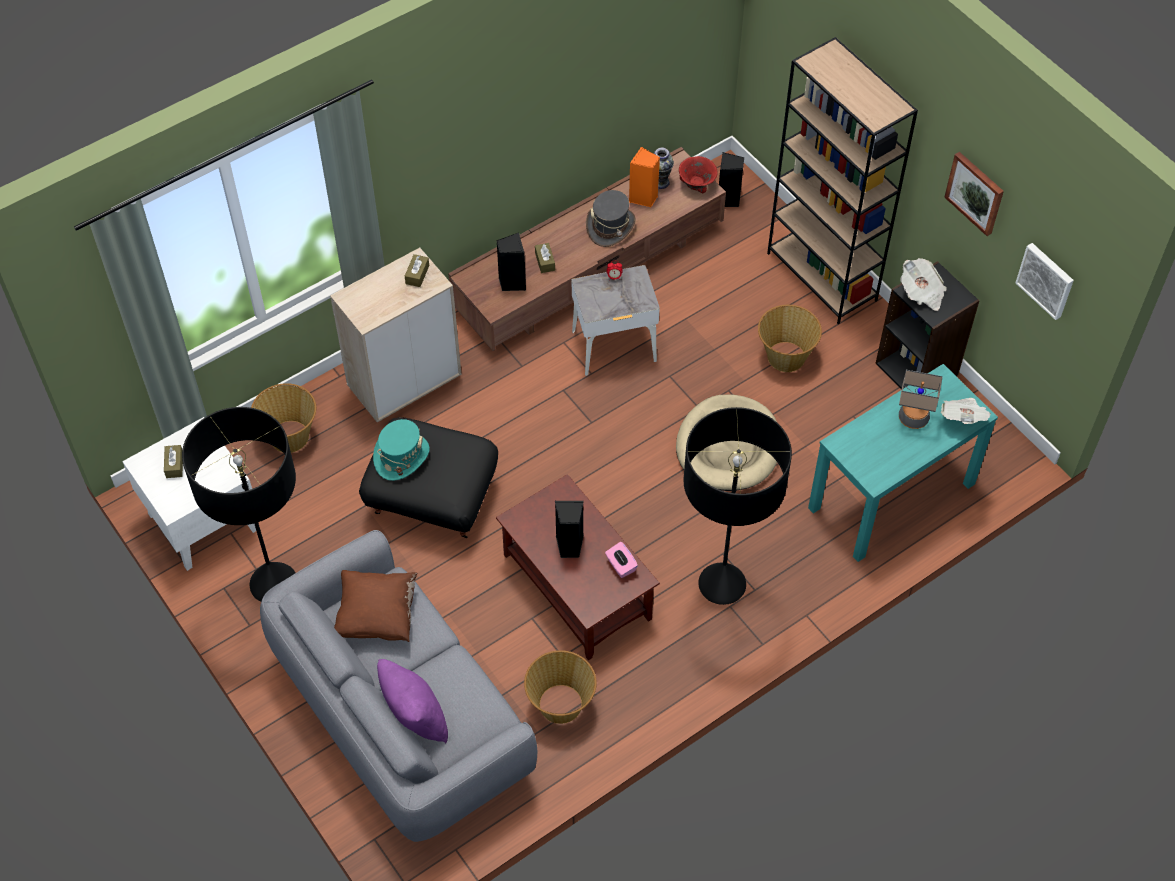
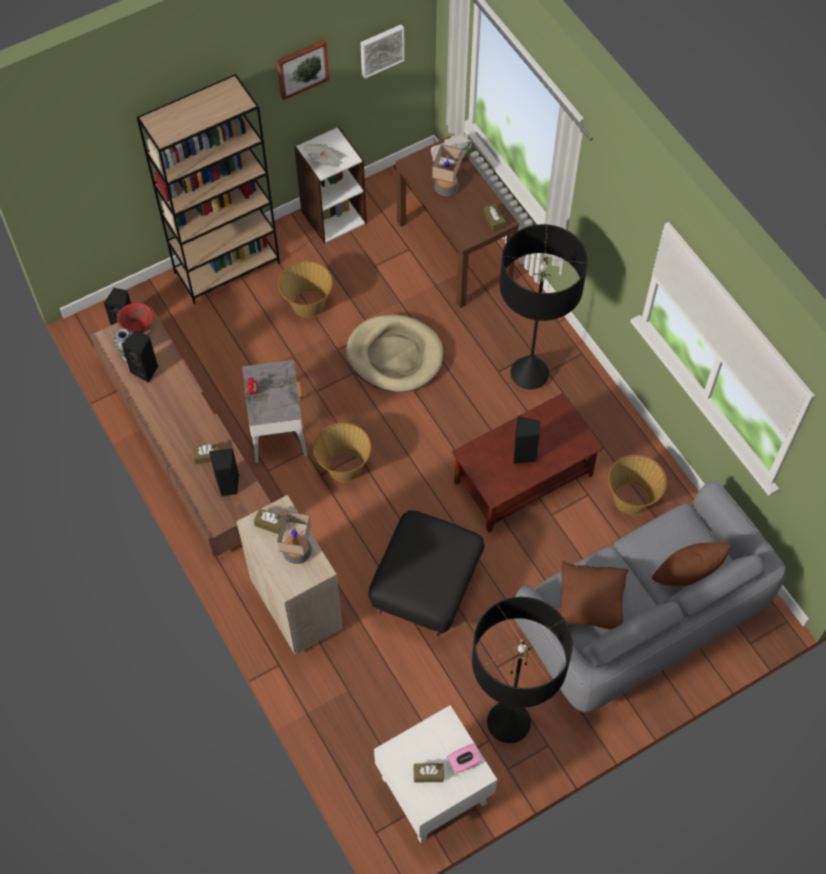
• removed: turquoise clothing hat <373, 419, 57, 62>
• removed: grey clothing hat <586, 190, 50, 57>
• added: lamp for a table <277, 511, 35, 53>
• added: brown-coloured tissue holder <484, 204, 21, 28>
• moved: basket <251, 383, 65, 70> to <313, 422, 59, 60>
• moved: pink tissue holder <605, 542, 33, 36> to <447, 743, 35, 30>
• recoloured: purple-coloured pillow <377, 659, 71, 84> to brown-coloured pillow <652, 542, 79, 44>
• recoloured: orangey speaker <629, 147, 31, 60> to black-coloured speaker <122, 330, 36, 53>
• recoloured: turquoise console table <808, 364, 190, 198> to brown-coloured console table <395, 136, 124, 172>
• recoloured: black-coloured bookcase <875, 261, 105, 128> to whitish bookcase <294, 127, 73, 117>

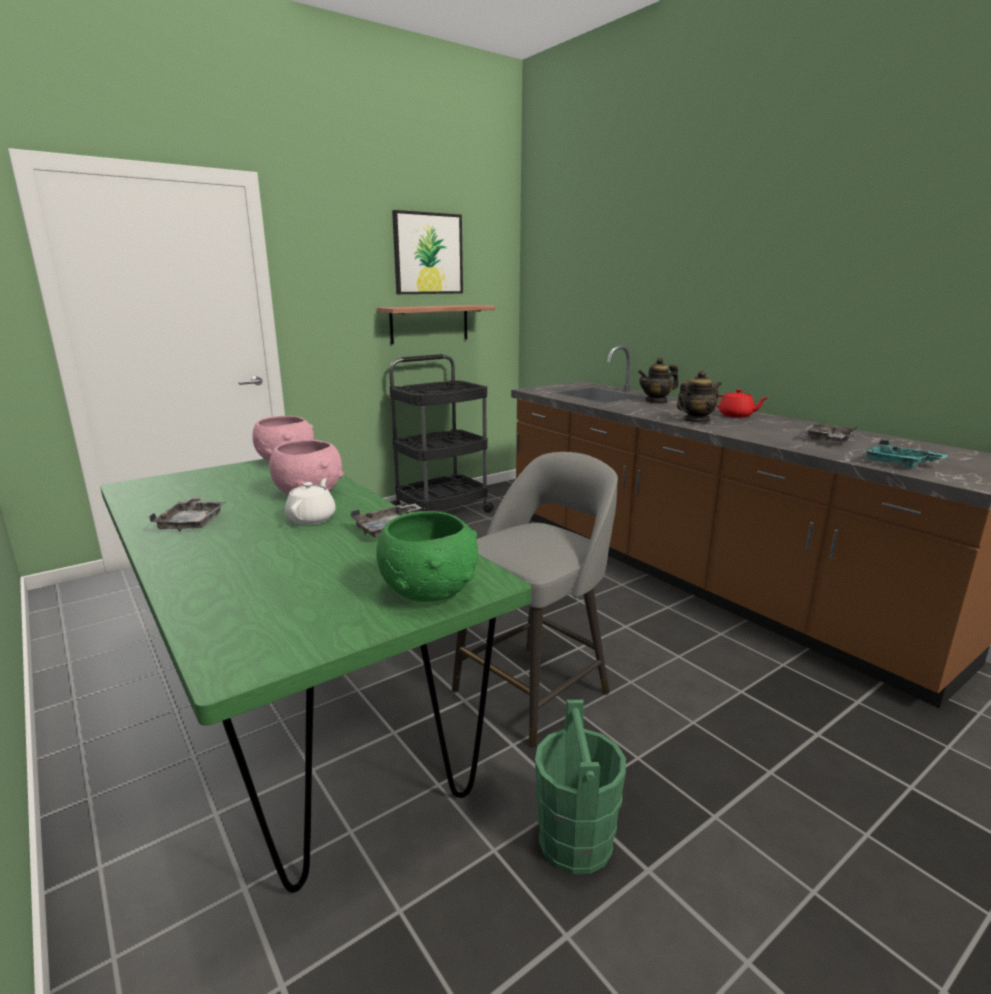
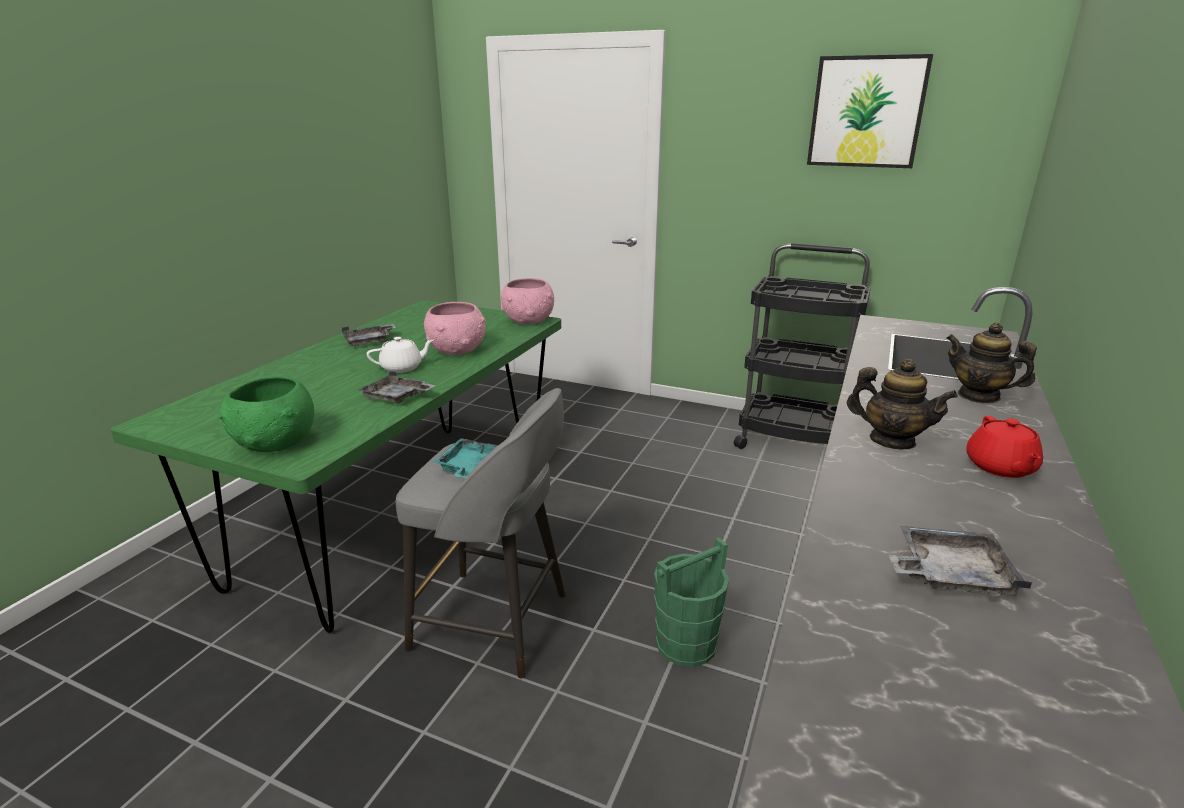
• removed: wall shelf <376, 305, 119, 39>
• moved: green-coloured water bucket <535, 700, 91, 174> to <654, 537, 75, 130>
• moved: turquoise carrying tray <863, 440, 86, 28> to <433, 438, 65, 40>

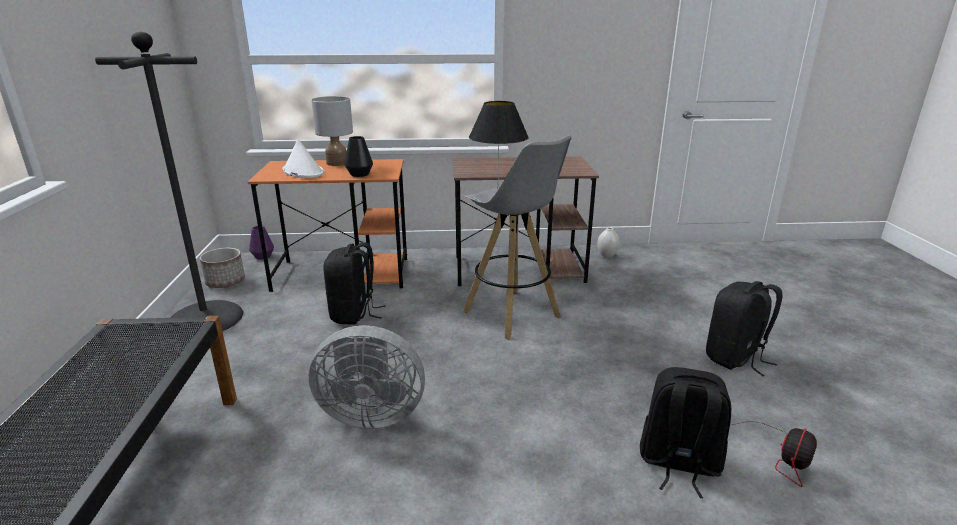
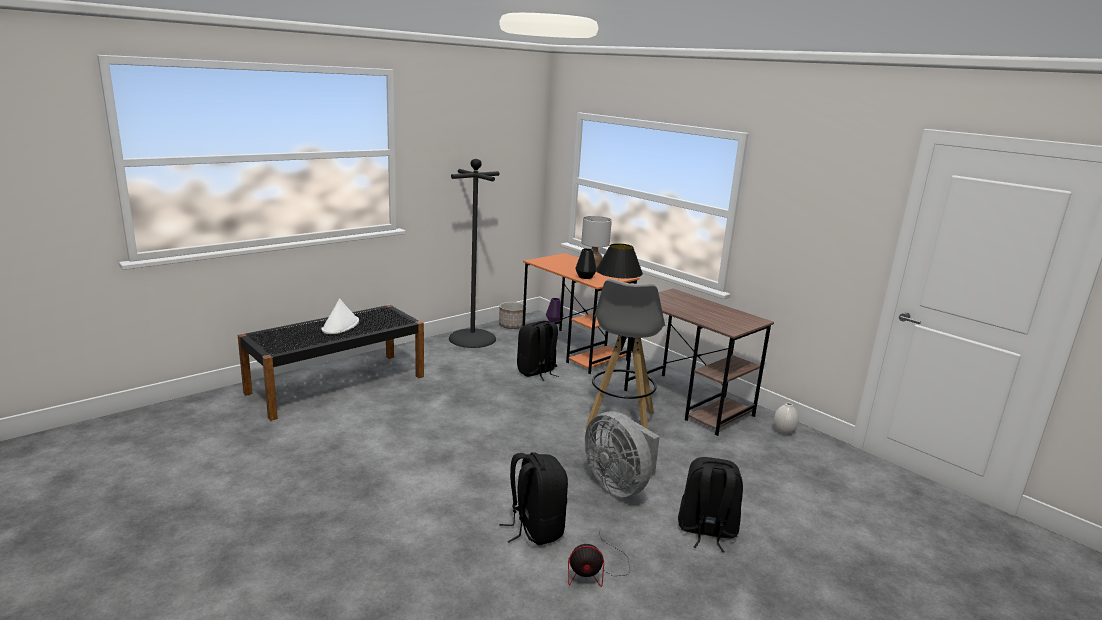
• moved: whitish clothing hat <282, 138, 42, 40> to <321, 298, 38, 36>
• moved: grey electric fan <309, 325, 116, 104> to <585, 411, 75, 86>

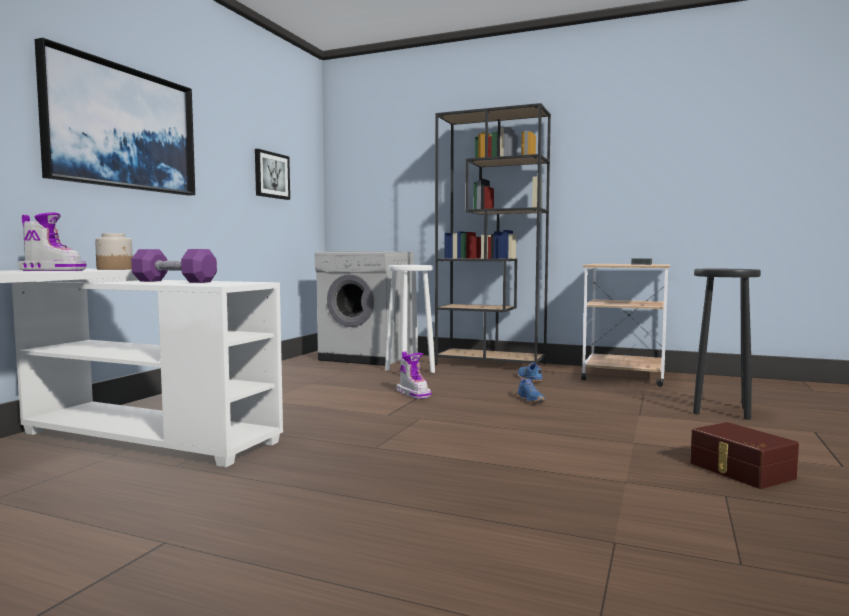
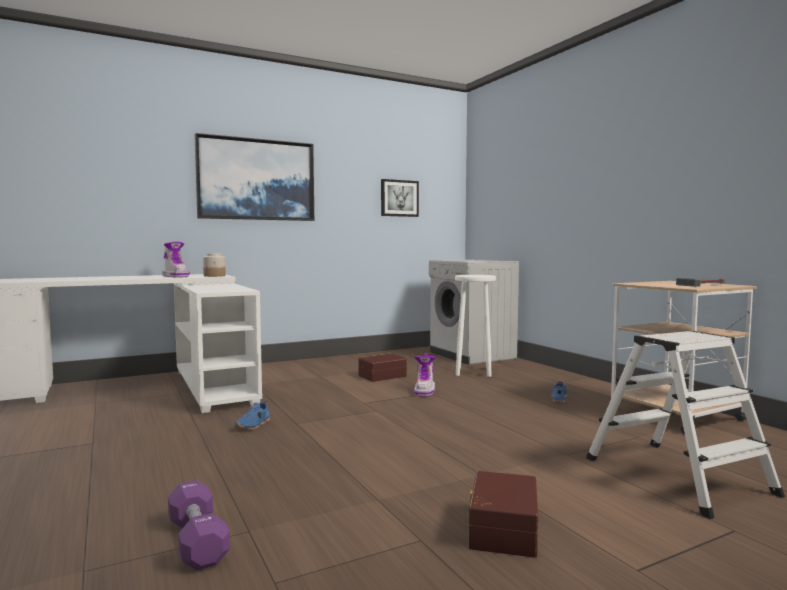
• removed: bookcase <435, 103, 116, 262>
• added: brown-coloured storage container <358, 353, 49, 29>
• moved: purple-coloured free weight <131, 249, 86, 34> to <168, 480, 62, 90>
• moved: blue item of footwear <517, 377, 28, 26> to <235, 400, 35, 30>
• replaced: black-coloured stool <693, 269, 68, 151> to whitish stepladder <586, 330, 199, 189>

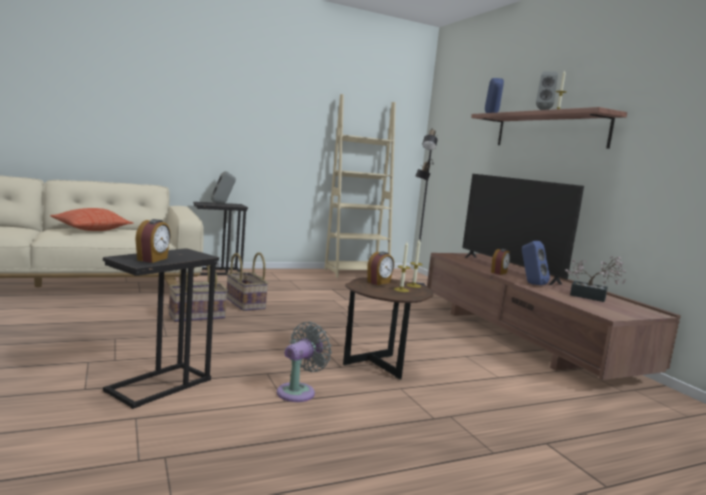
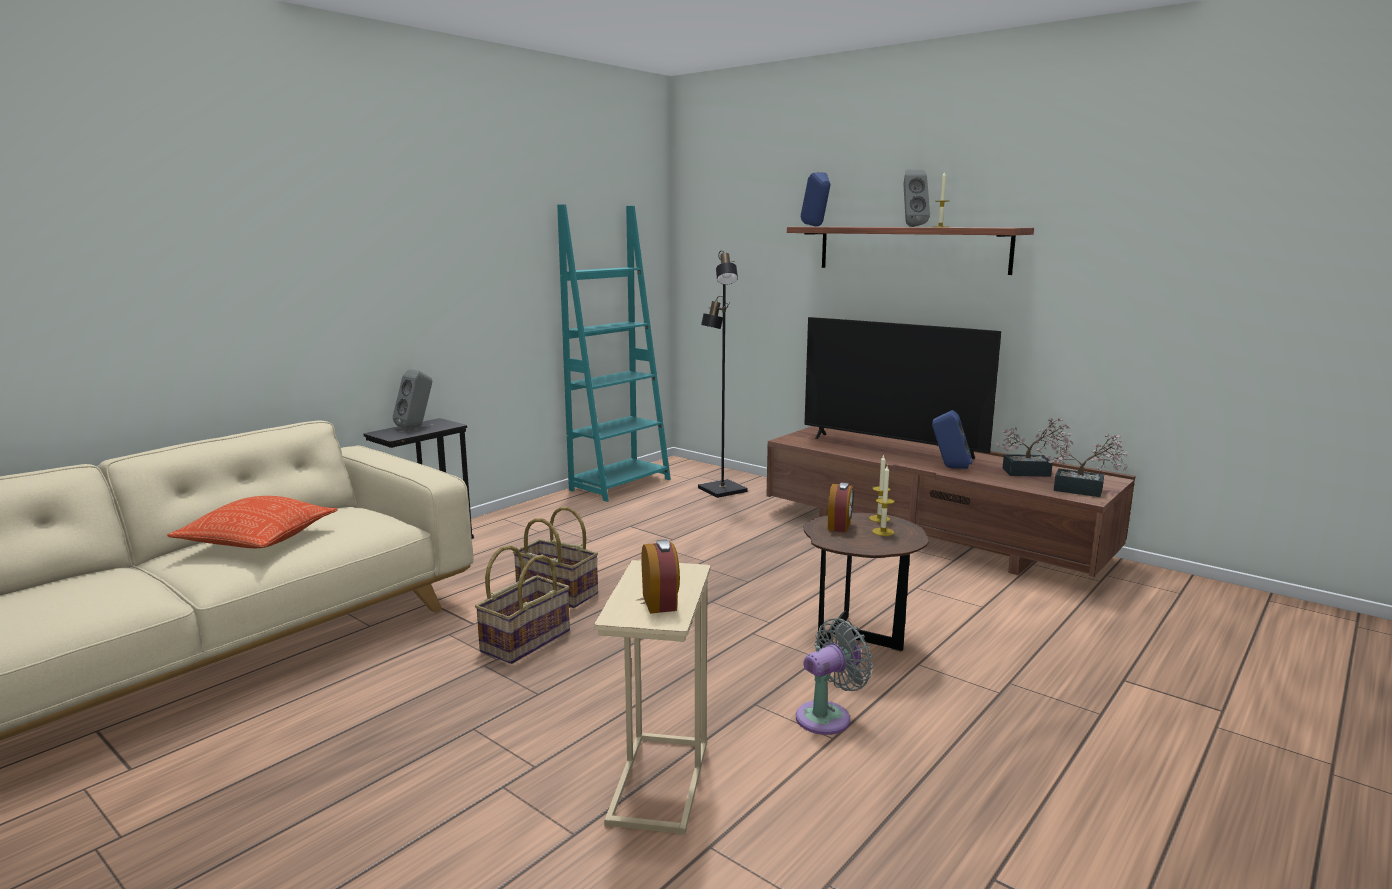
• removed: table clock <491, 249, 19, 26>
• added: houseplant <1045, 434, 83, 63>
• recoloured: black-coloured side table <103, 248, 116, 161> to beige side table <594, 560, 117, 275>
• recoloured: beige bookcase <324, 94, 72, 184> to turquoise bookcase <557, 204, 114, 298>
• turned: grey electric fan <277, 322, 55, 80> = <796, 618, 77, 117> 45 degrees clockwise

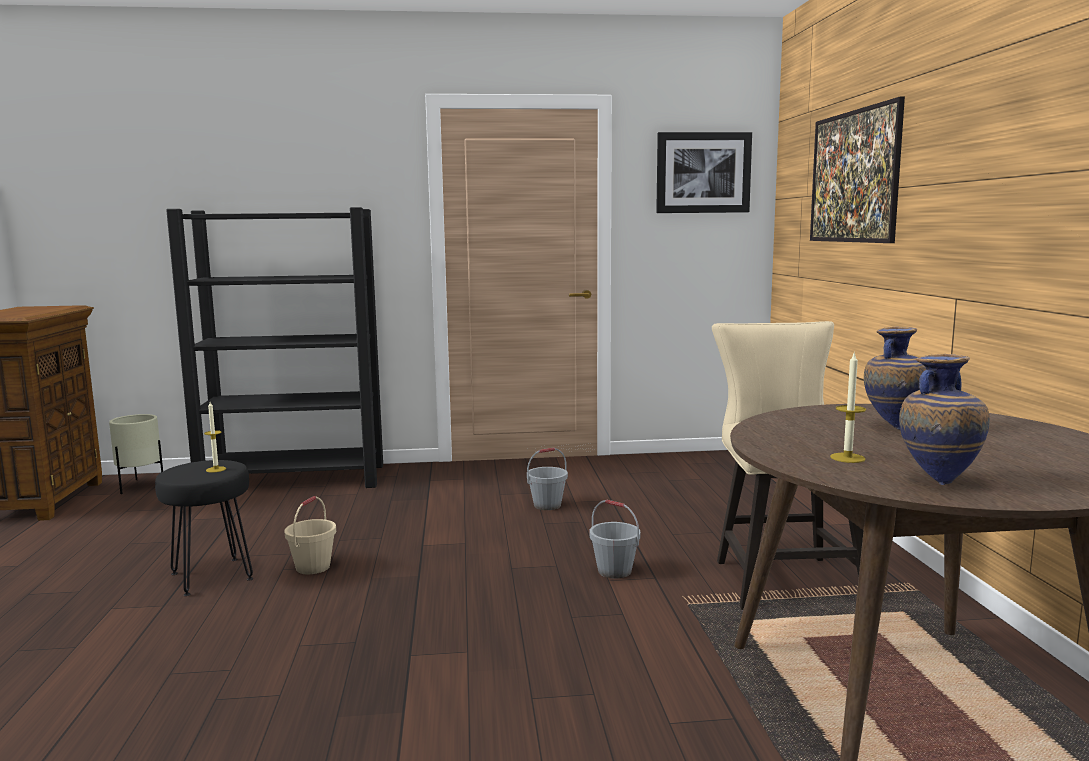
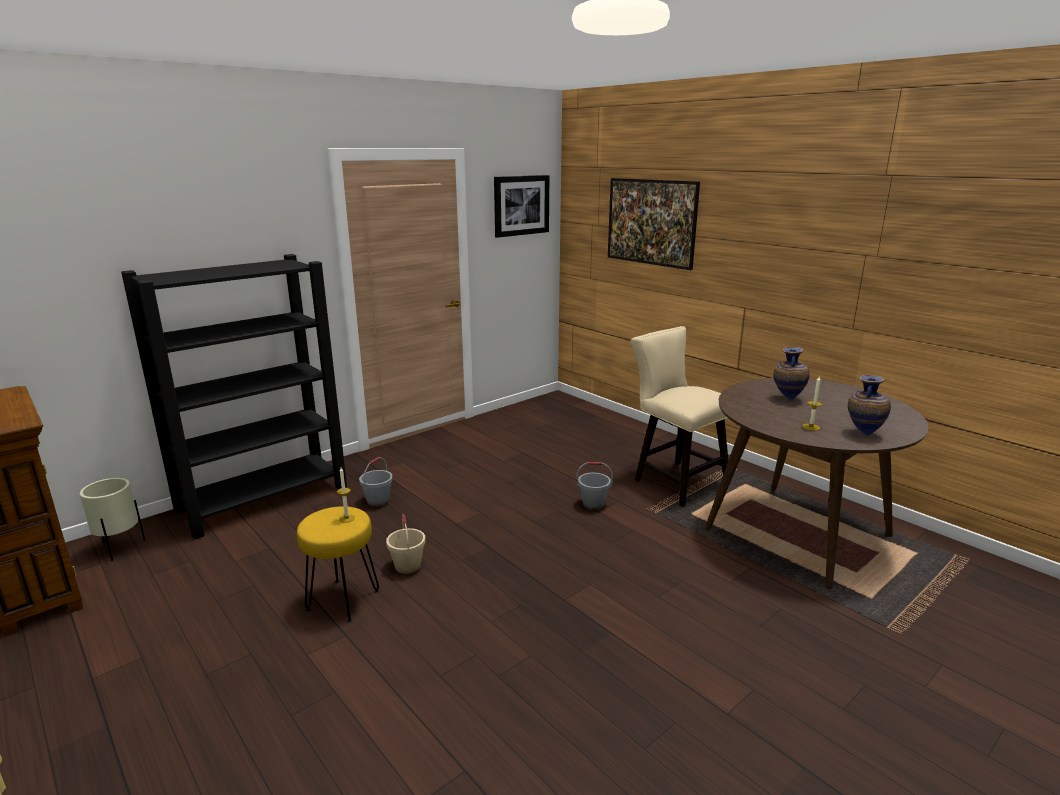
• moved: grey water bucket <527, 448, 41, 62> to <359, 457, 34, 50>
• recoloured: black-coloured stool <155, 460, 98, 136> to yellow-coloured stool <297, 506, 82, 117>

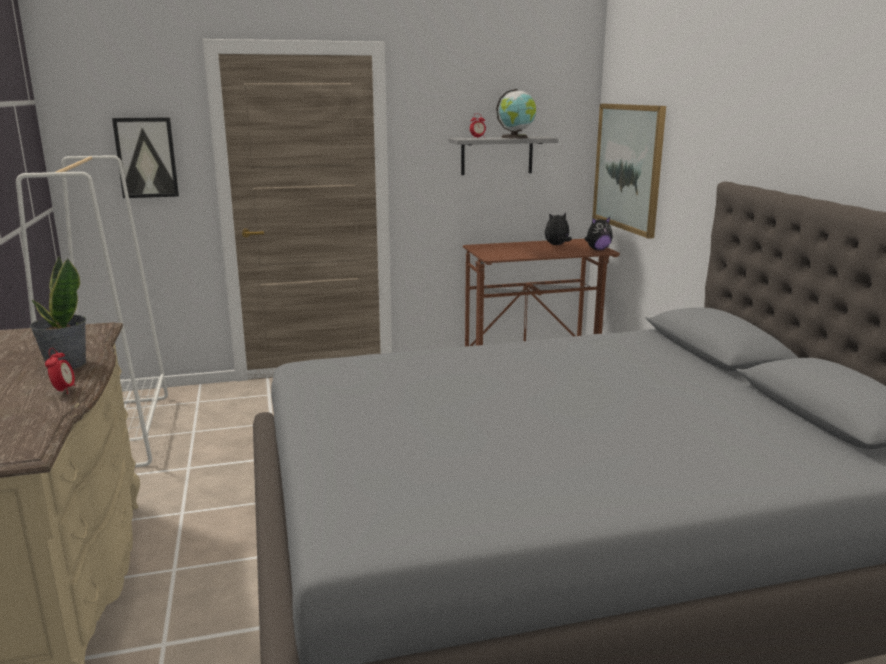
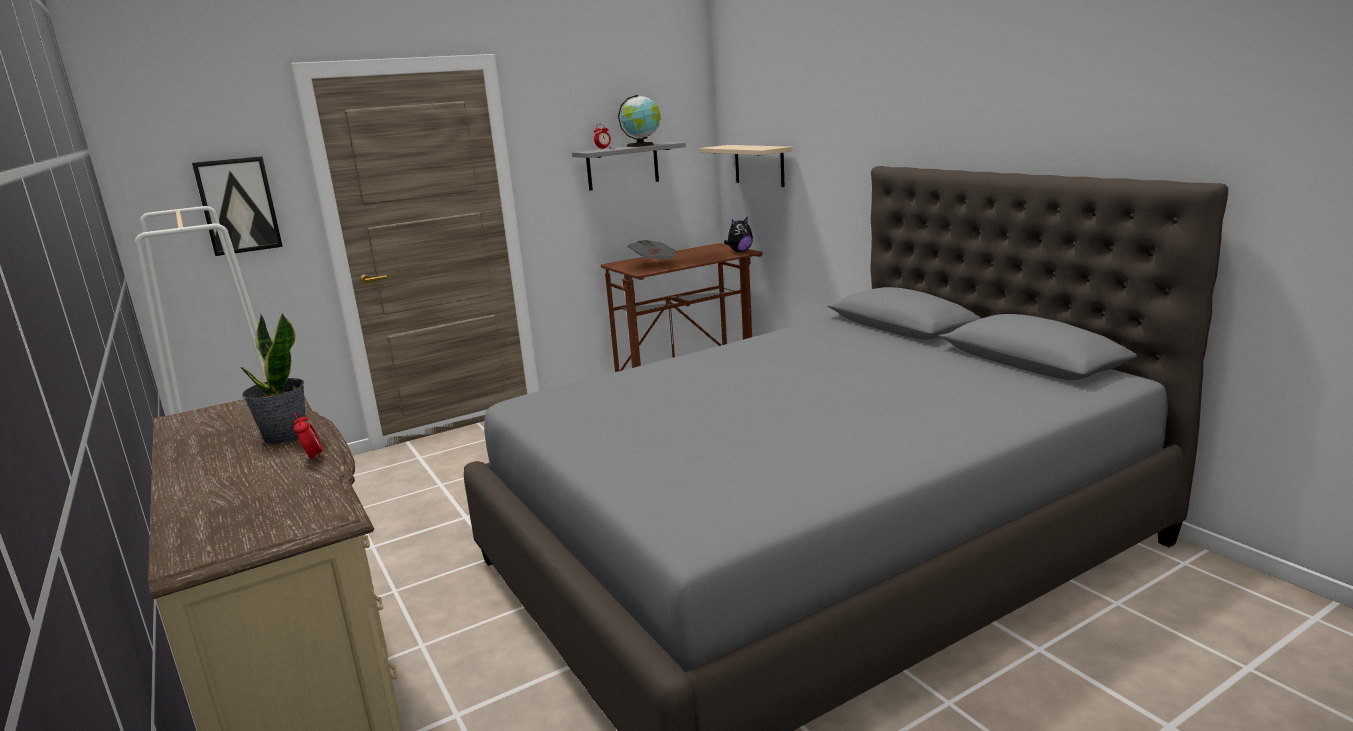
• removed: soft toy <545, 212, 27, 33>
• added: newspaper <627, 240, 50, 20>
• replaced: wall art <592, 104, 74, 135> to beige wall shelf <699, 145, 94, 42>

